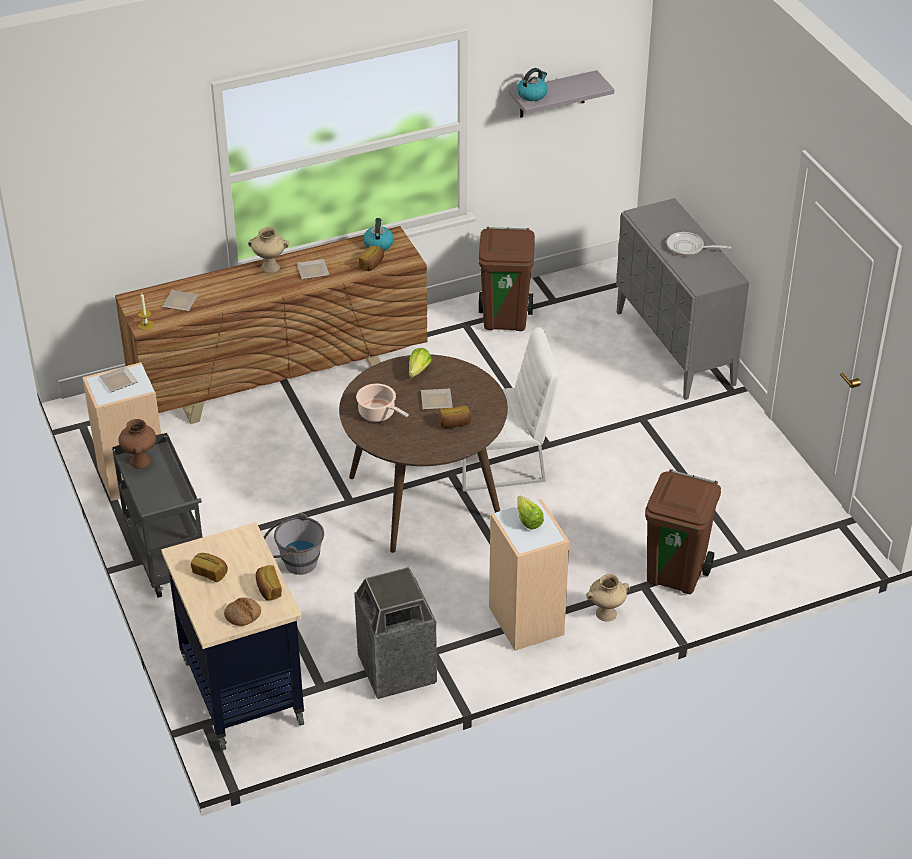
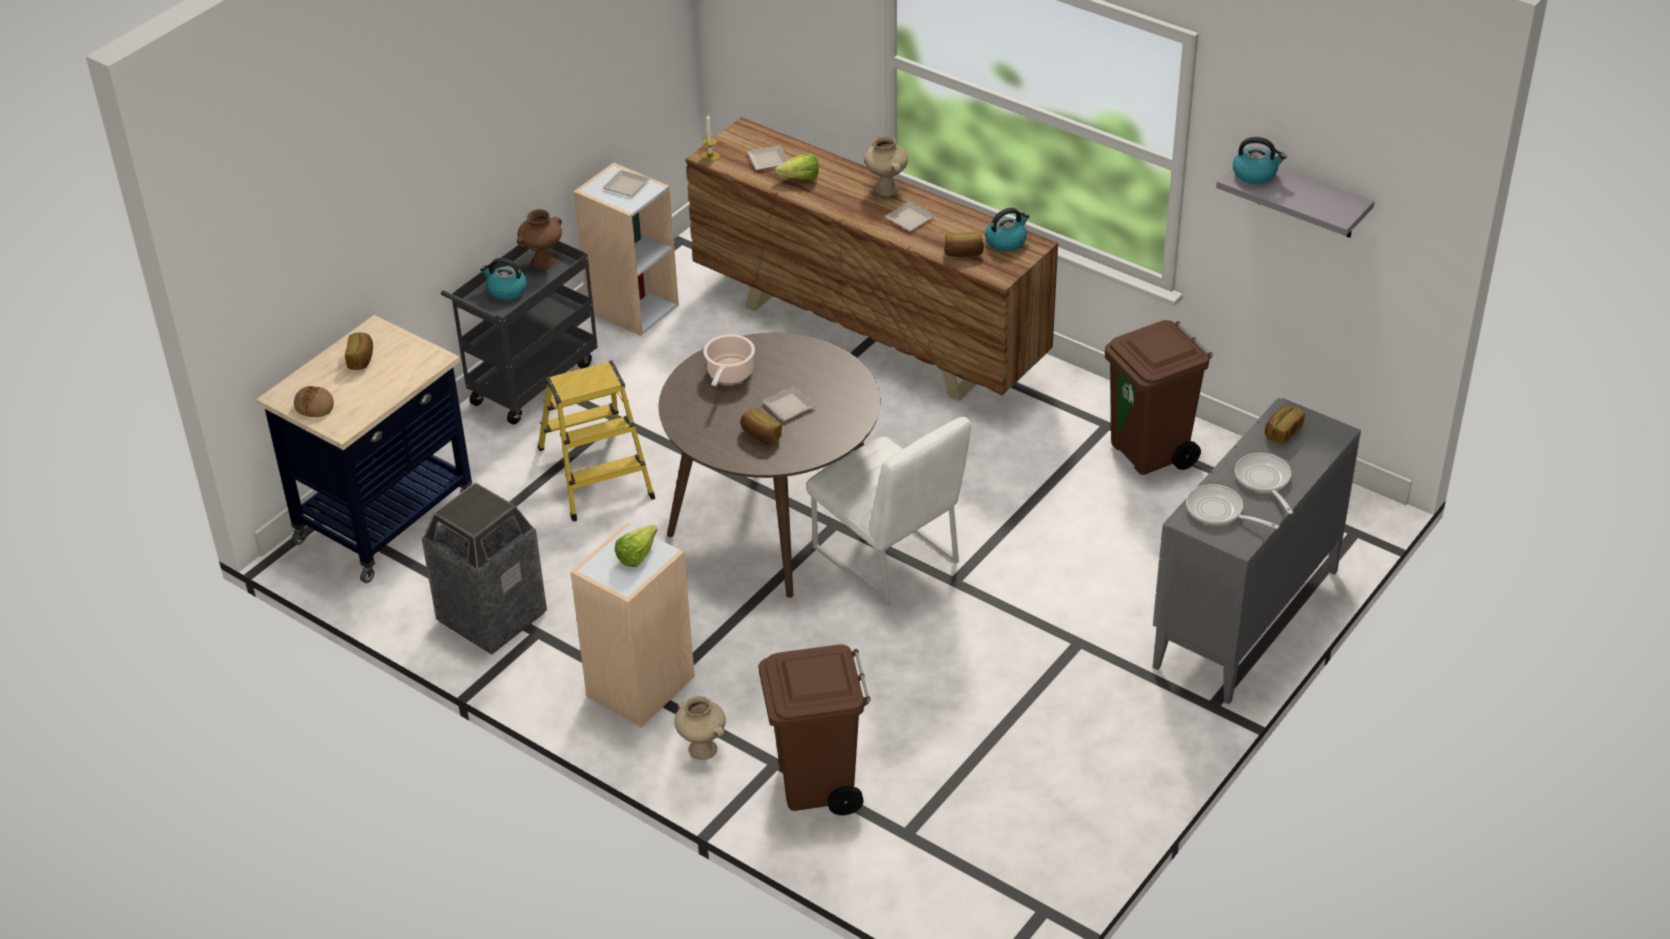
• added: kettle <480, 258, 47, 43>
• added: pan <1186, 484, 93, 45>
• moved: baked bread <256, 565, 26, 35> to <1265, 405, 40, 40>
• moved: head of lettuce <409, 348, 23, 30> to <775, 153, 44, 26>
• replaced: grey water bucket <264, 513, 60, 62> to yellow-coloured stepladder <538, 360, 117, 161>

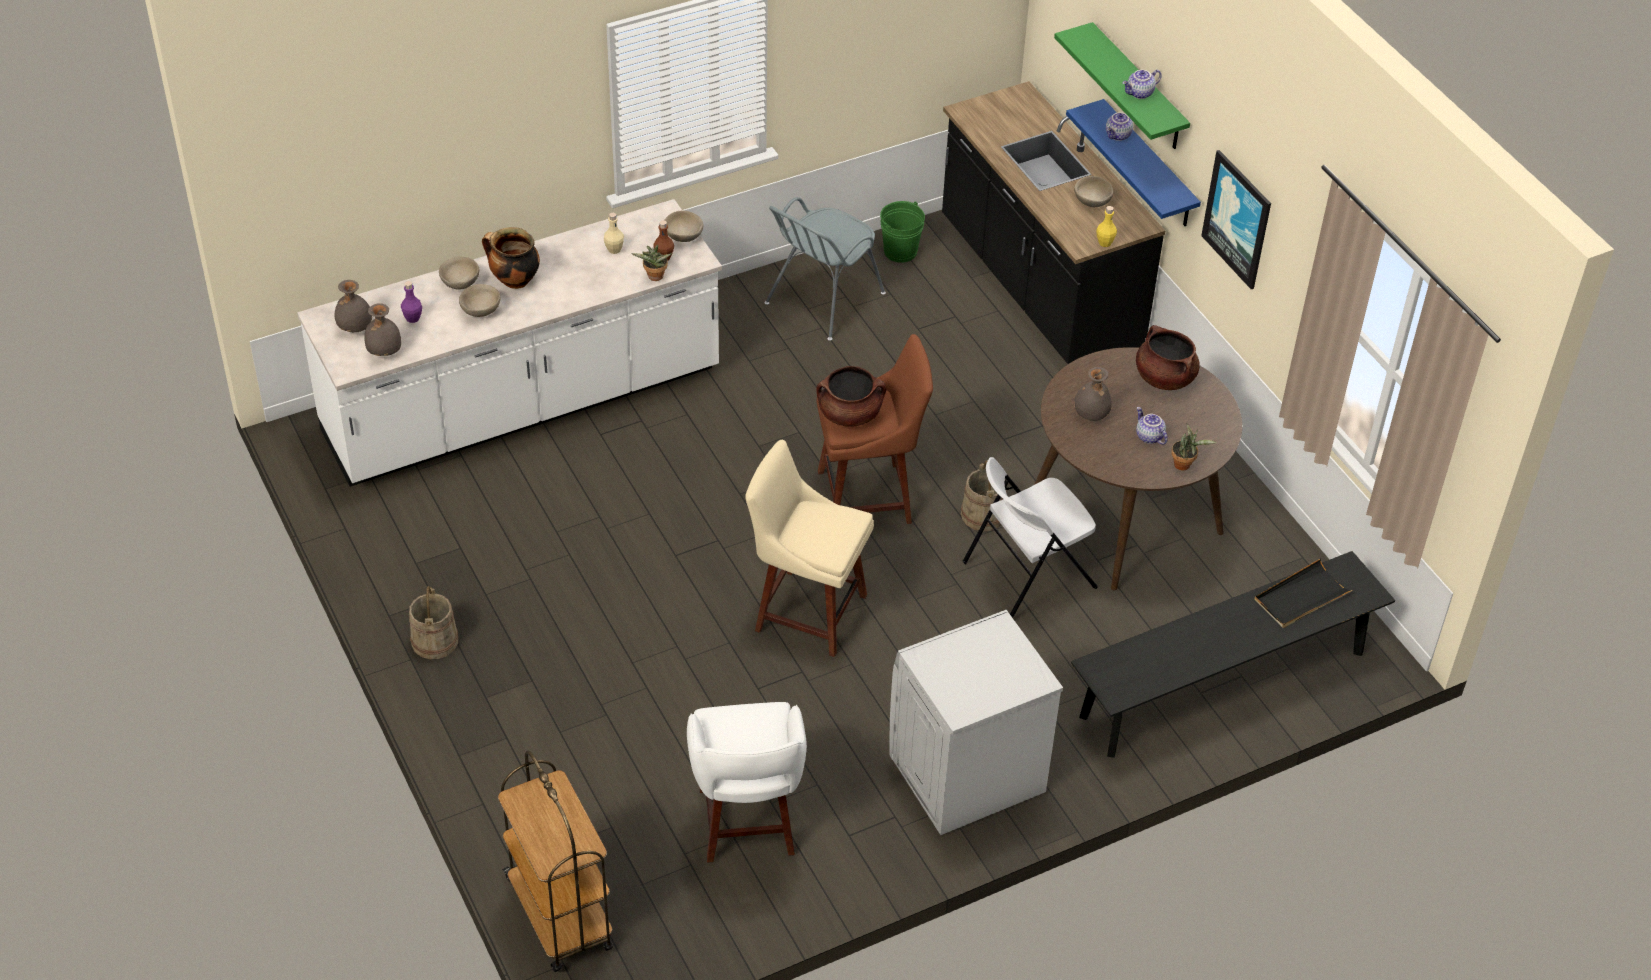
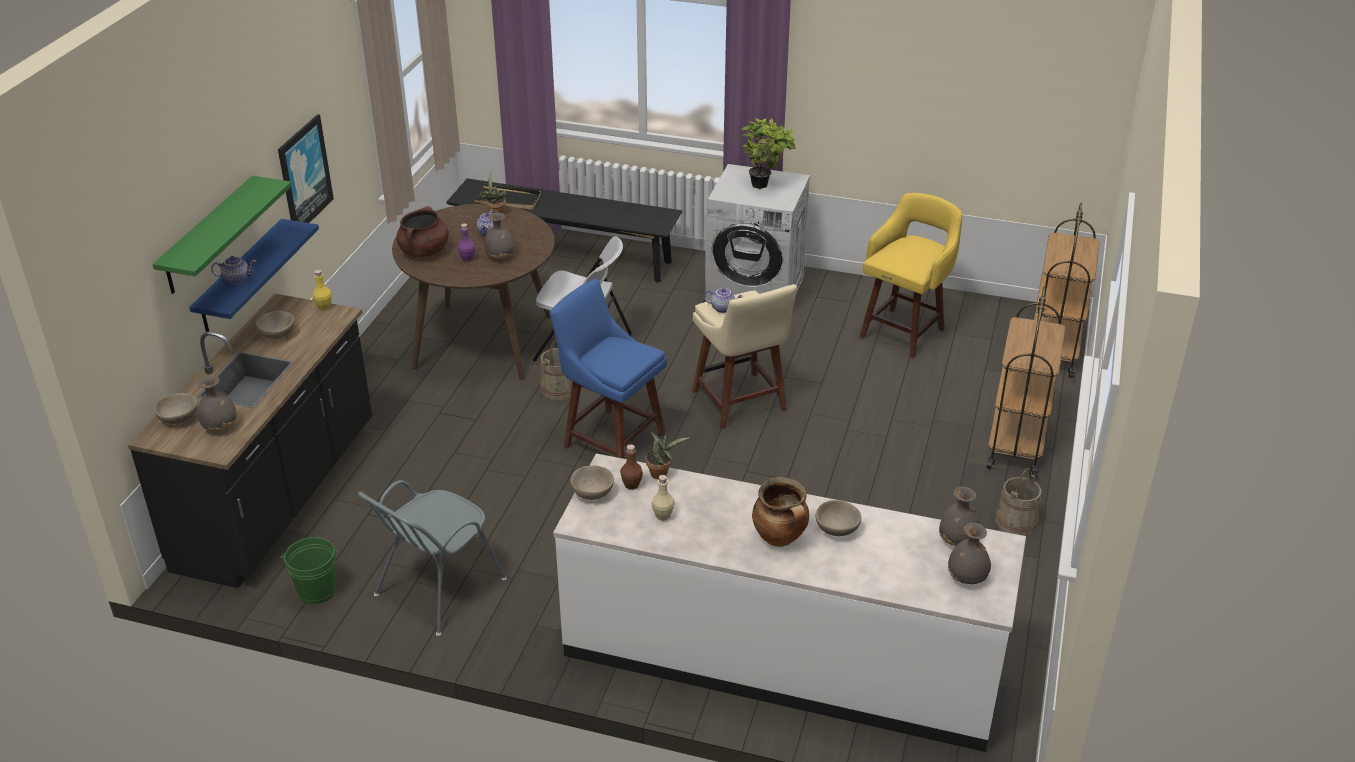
• removed: brown-coloured saucepot <816, 366, 70, 61>
• added: grey decorative vase <198, 376, 39, 55>
• added: houseplant <742, 118, 54, 71>
• added: brown-coloured trolley <987, 287, 78, 191>
• moved: purple-coloured bottle <401, 281, 21, 42> to <458, 224, 17, 38>
• moved: beige serving bowl <439, 257, 40, 33> to <154, 393, 44, 31>
• moved: tea pot <1122, 70, 40, 29> to <704, 288, 39, 25>
• recoloured: whitish stool <687, 702, 120, 161> to yellow-coloured stool <860, 193, 102, 166>
• recoloured: brown-coloured stool <817, 334, 116, 190> to blue stool <550, 279, 117, 180>
• turned: grey chair <764, 197, 122, 144> = <358, 480, 149, 156> 135 degrees clockwise

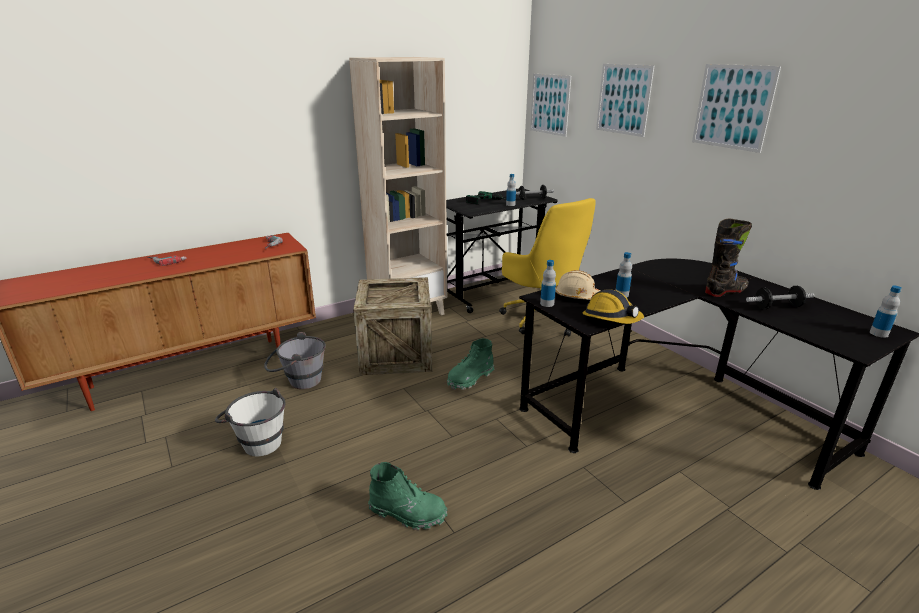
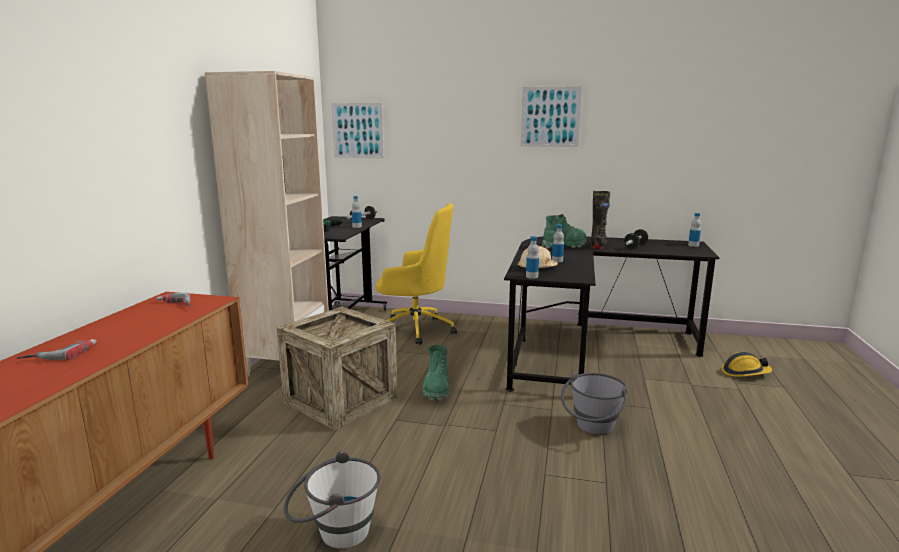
• removed: wall art <596, 64, 59, 73>
• moved: grey water bucket <264, 332, 62, 57> to <561, 372, 67, 63>
• moved: green-coloured tall boot <368, 462, 79, 68> to <542, 214, 45, 34>
• moved: safety helmet <583, 289, 61, 35> to <721, 352, 51, 25>

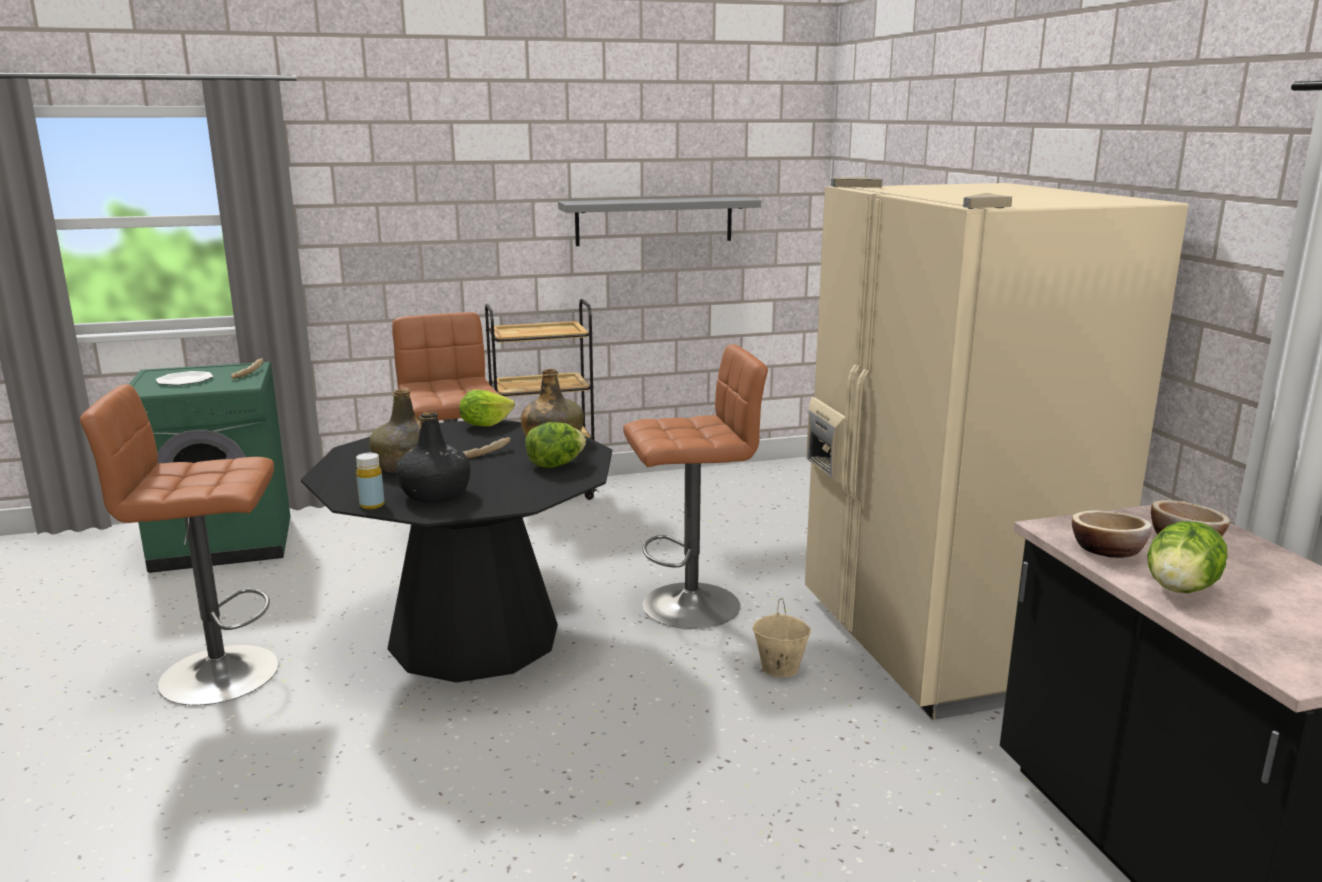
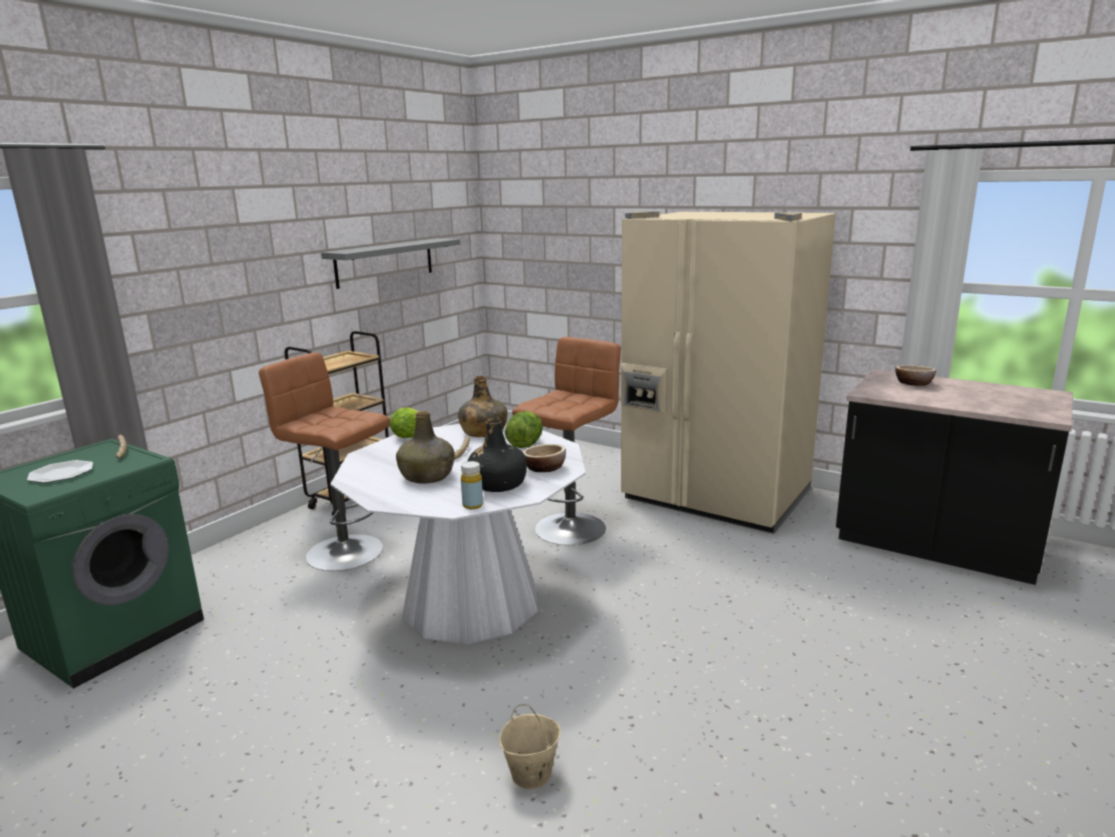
• removed: brown-coloured stool <80, 384, 199, 321>
• removed: head of lettuce <1147, 521, 81, 72>
• moved: beige water bucket <752, 598, 59, 80> to <499, 704, 61, 85>
• moved: serving bowl <1072, 510, 80, 48> to <522, 444, 44, 28>
• recoloured: black-coloured kitchen table <301, 420, 311, 263> to whitish kitchen table <330, 424, 256, 220>

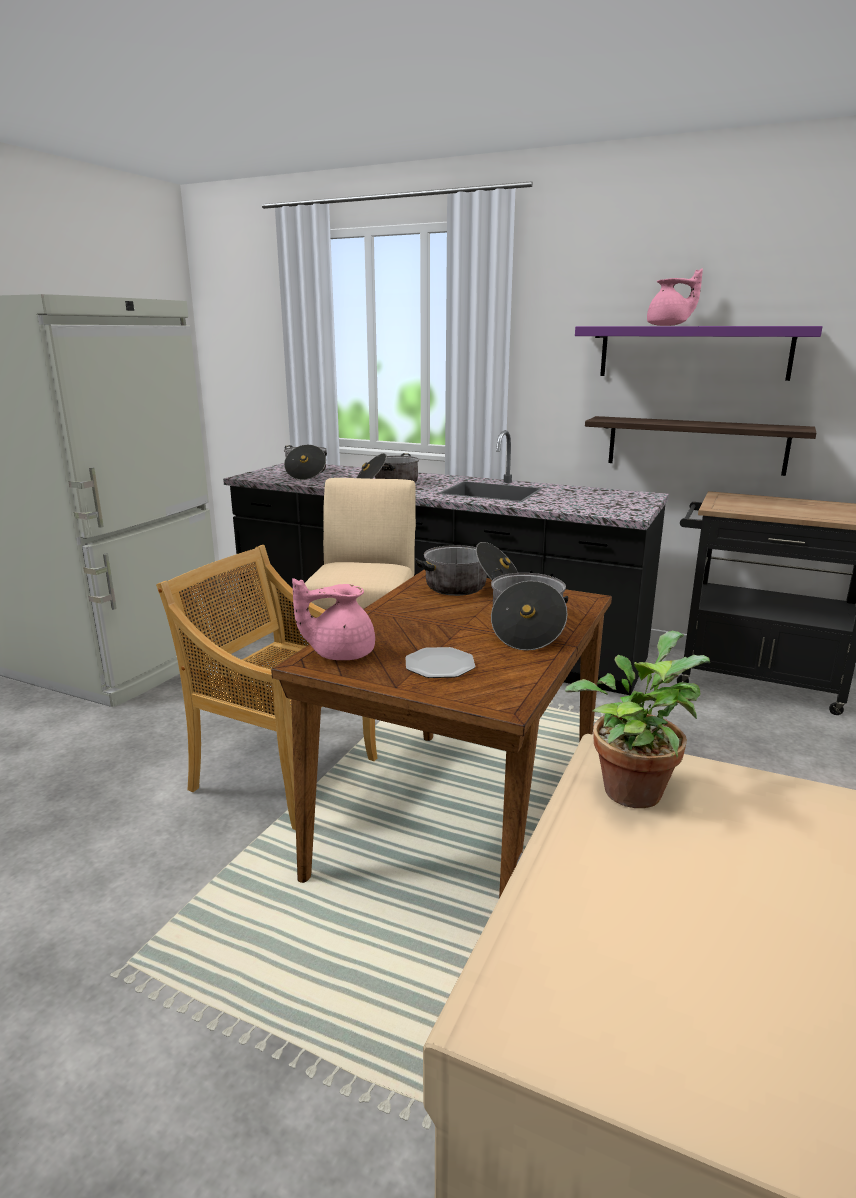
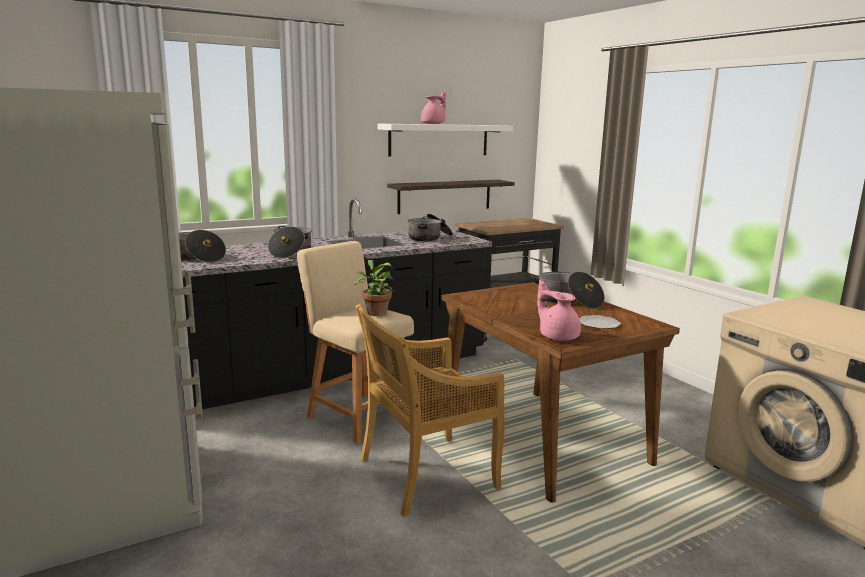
• moved: saucepot <415, 542, 103, 54> to <407, 214, 46, 27>
• moved: houseplant <565, 631, 145, 177> to <353, 260, 41, 56>
• recoloured: purple-coloured wall shelf <575, 326, 248, 55> to whitish wall shelf <377, 124, 136, 32>
• turned: pink tea pot <292, 578, 83, 82> = <537, 279, 44, 62> 120 degrees clockwise

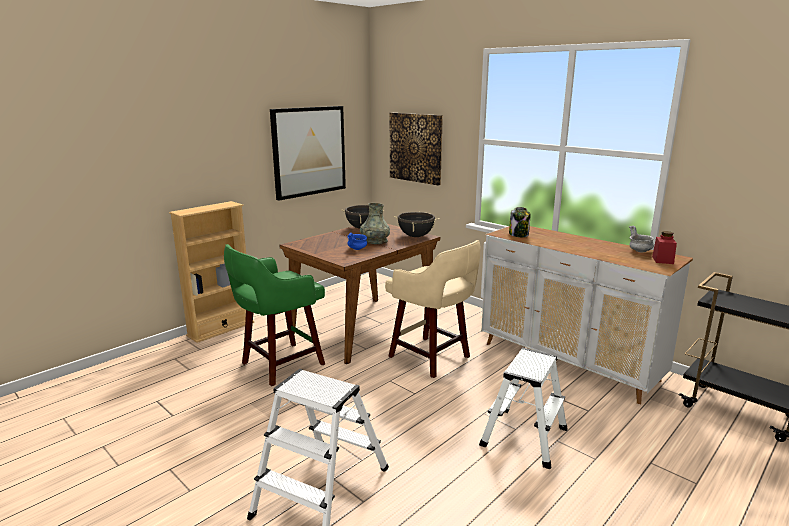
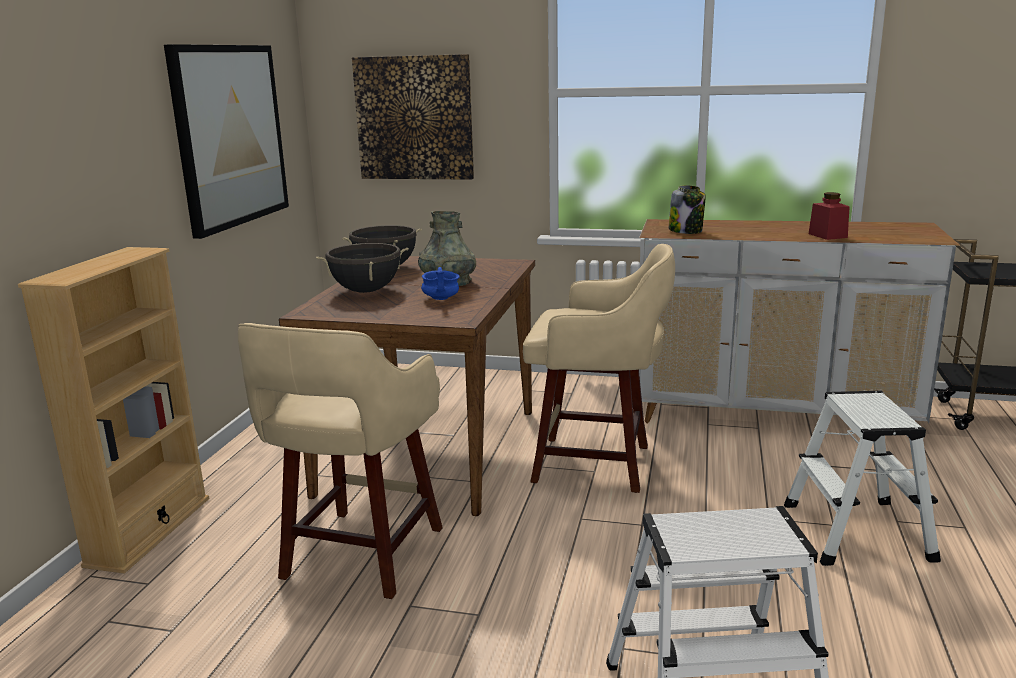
• removed: grey serving bowl <629, 226, 25, 26>
• moved: black-coloured saucepot <393, 212, 46, 25> to <316, 243, 92, 50>
• moved: reddish storage jar <652, 231, 25, 33> to <809, 192, 41, 48>
• recoloured: green-coloured stool <224, 244, 101, 142> to beige stool <238, 323, 205, 276>

